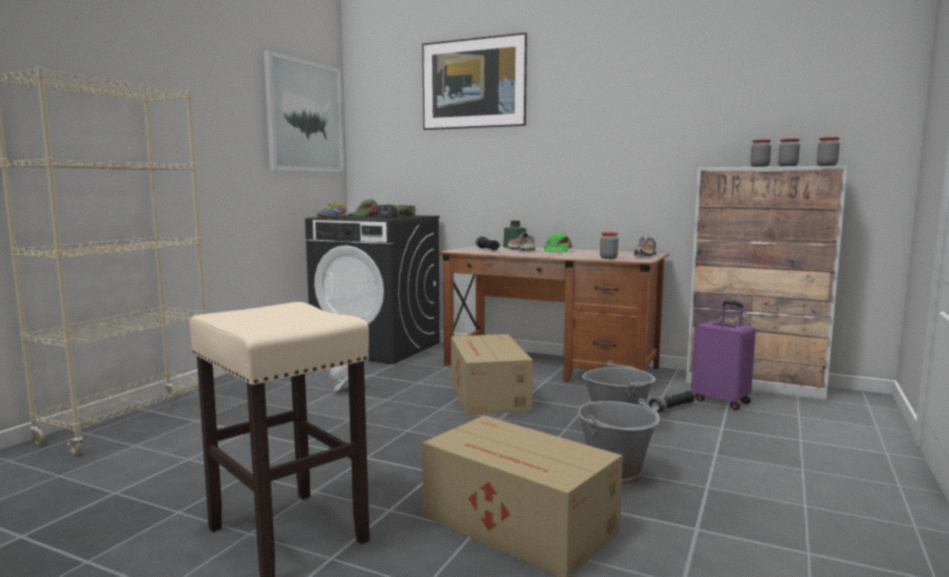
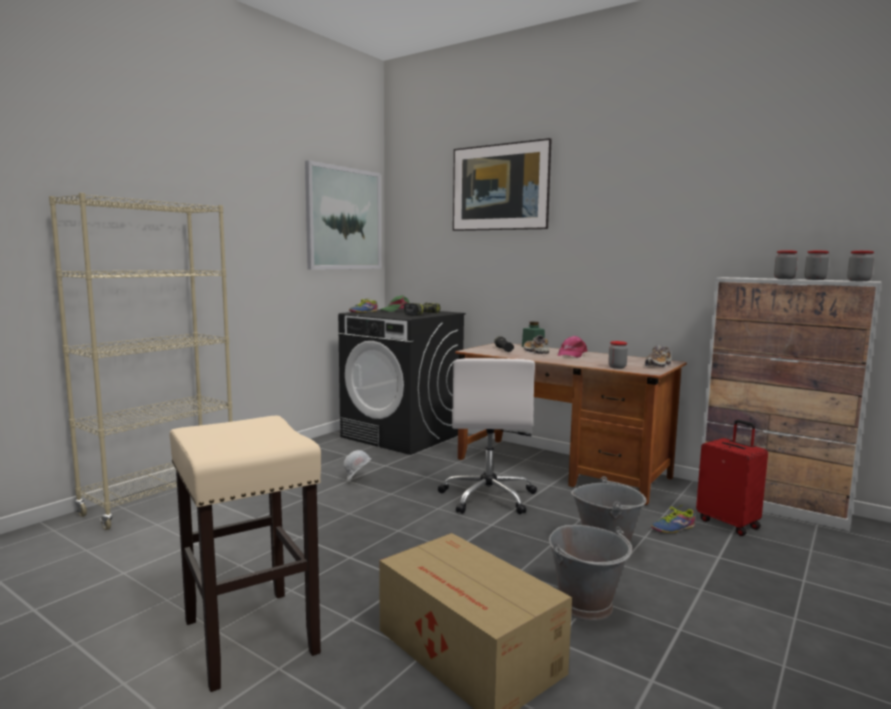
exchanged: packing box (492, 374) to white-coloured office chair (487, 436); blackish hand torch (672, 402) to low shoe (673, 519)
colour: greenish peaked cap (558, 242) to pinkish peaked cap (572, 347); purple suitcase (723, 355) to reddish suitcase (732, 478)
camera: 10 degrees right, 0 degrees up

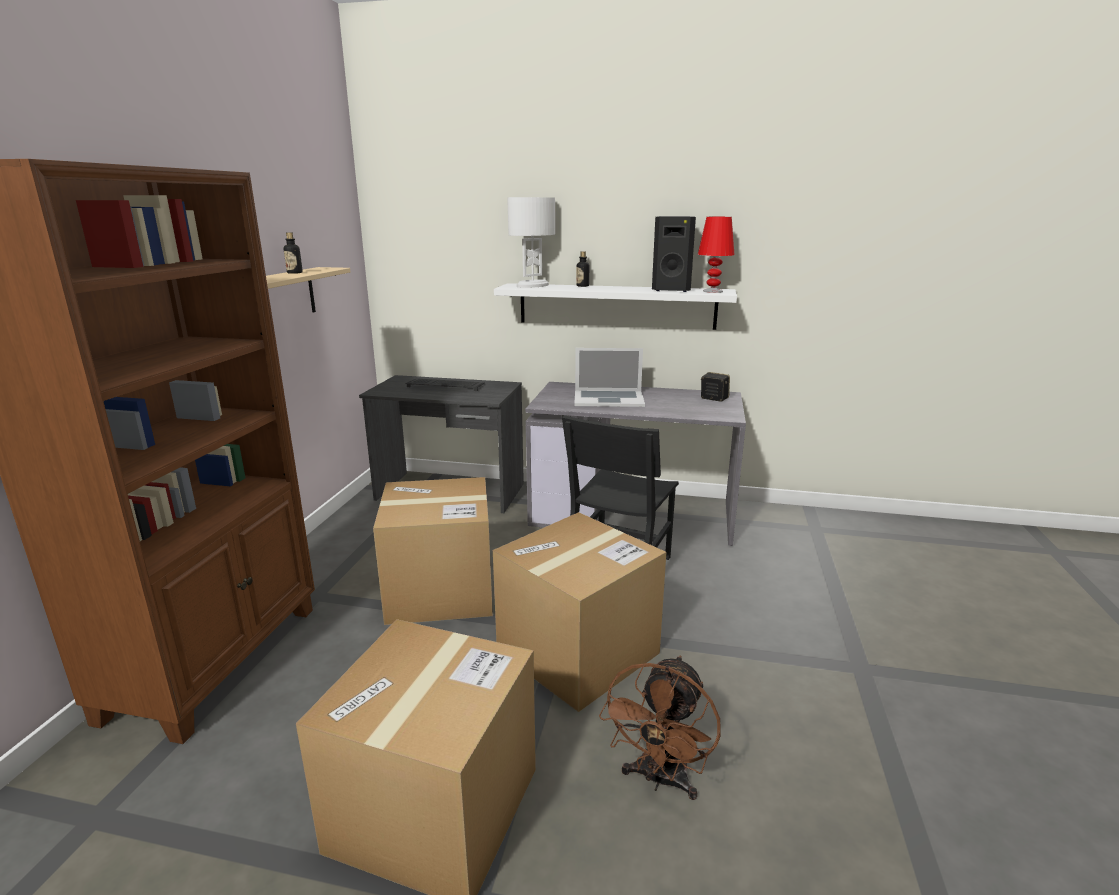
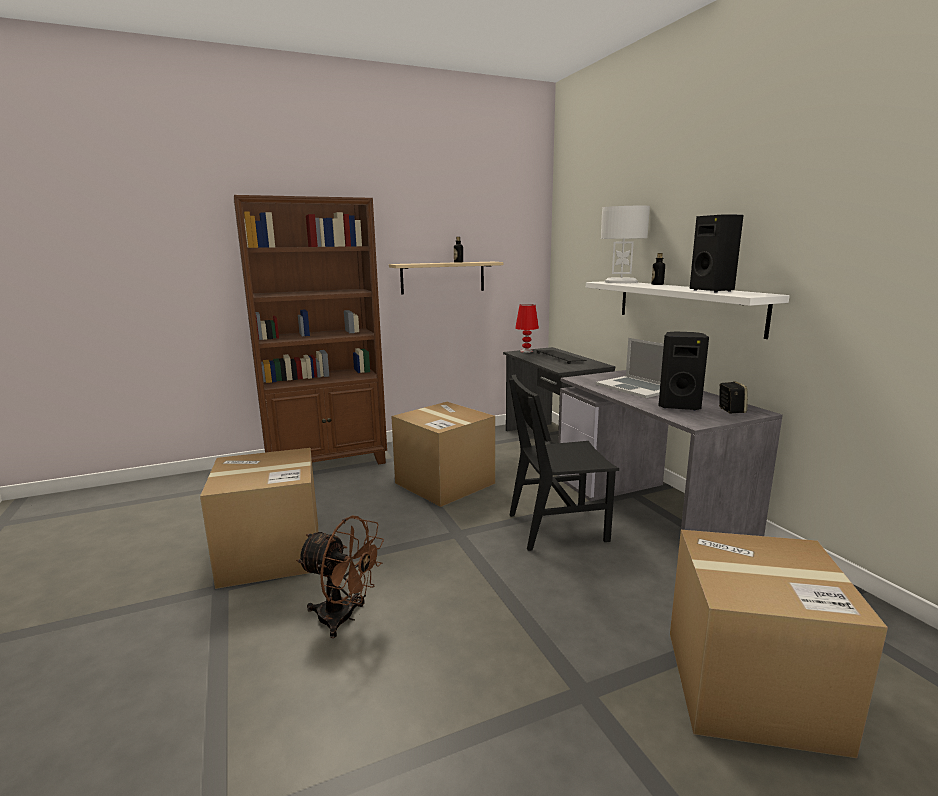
appeared: blackish audio speaker (683, 371)
relocated: reddish tabletop lamp (716, 255) to (527, 328); packing box (580, 612) to (779, 644)
spun: brownish cooling fan (660, 728) = (340, 576) 150 degrees counterclockwise
camera: 55 degrees right, 5 degrees down

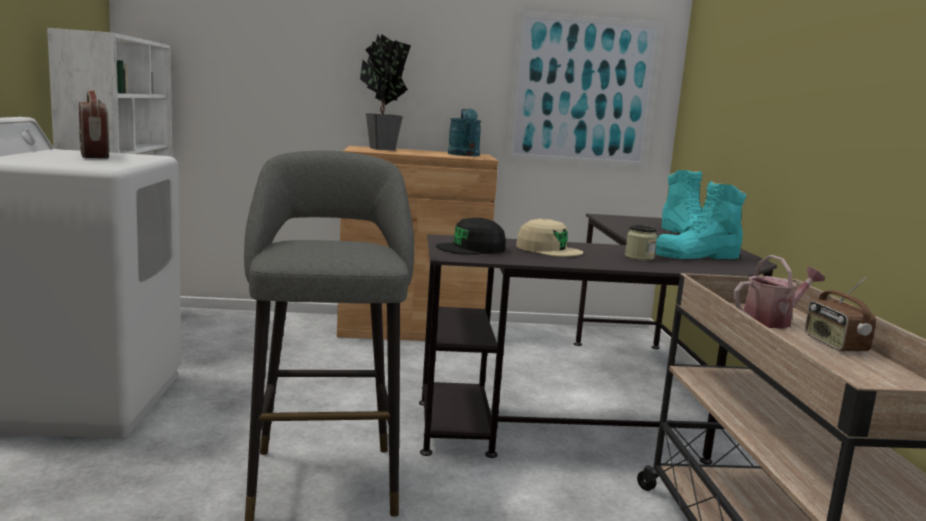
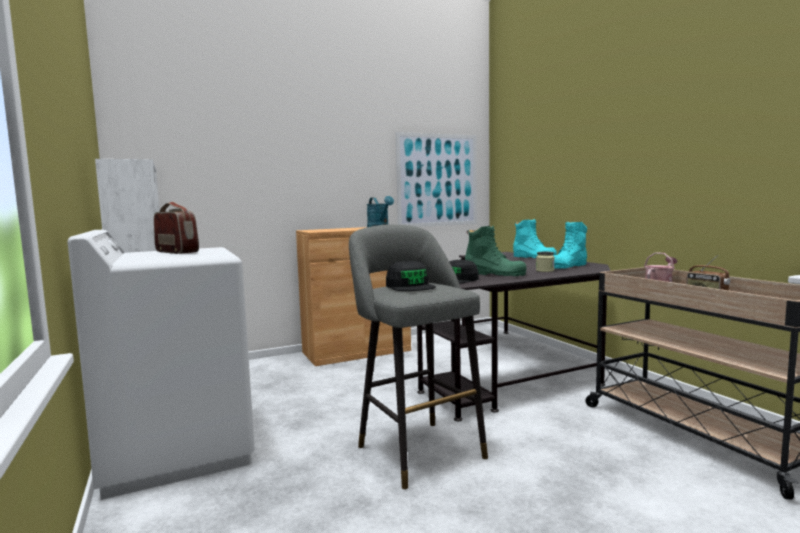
missing: plant in a pot (385, 92)
appeared: blackish peaked cap (411, 275)
exchanged: beige-coloured peaked cap (549, 238) to greenish high-top boot (496, 251)
camera: 20 degrees left, 5 degrees down

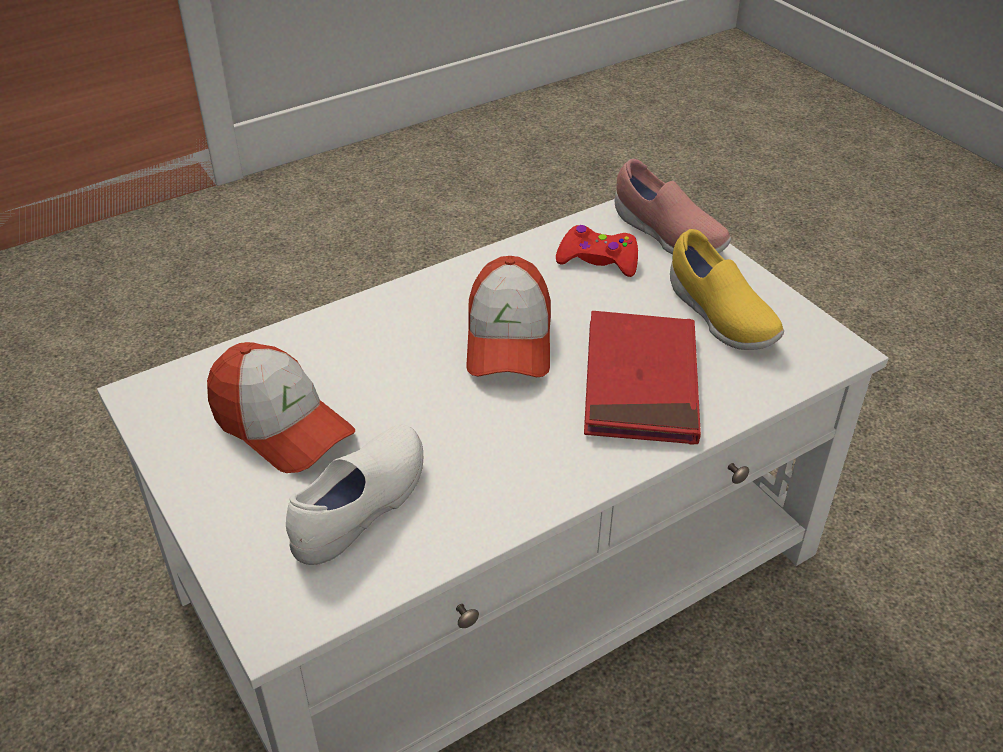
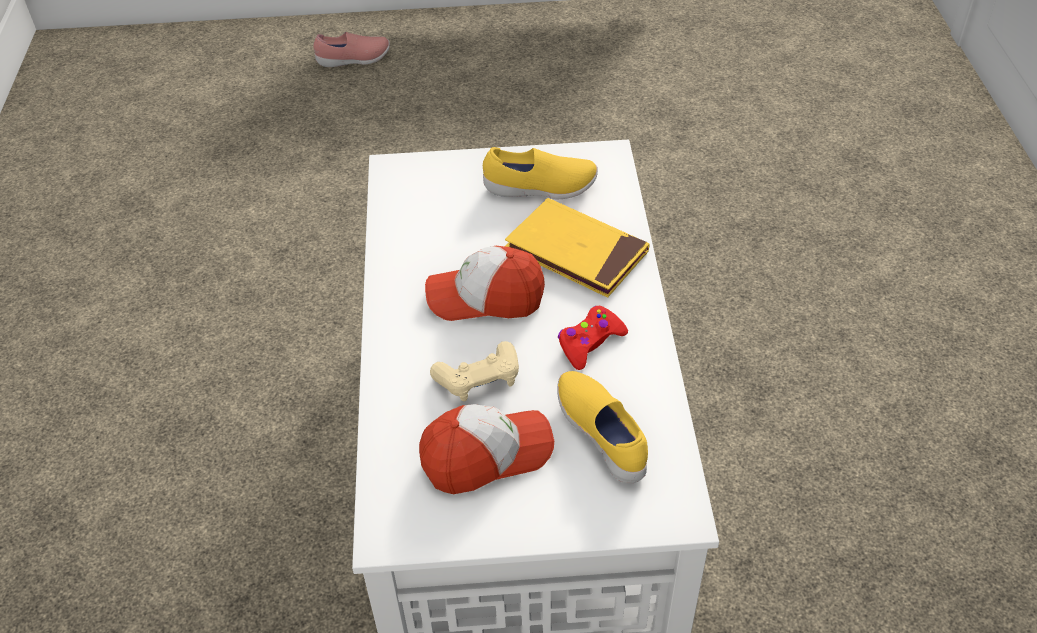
appeared: beige-coloured joypad (474, 371)
relocated: pinkish low shoe (673, 207) to (351, 49); reddish joypad (597, 251) to (593, 338)
colour: reddish bound book (642, 378) to yellow bound book (577, 247); white-coloured low shoe (354, 494) to yellow low shoe (602, 427)
spun: peaked cap (508, 316) = (485, 283) 150 degrees clockwise
camera: 60 degrees left, 5 degrees up

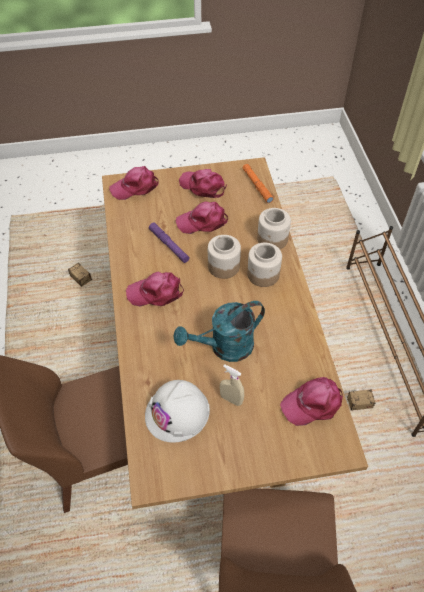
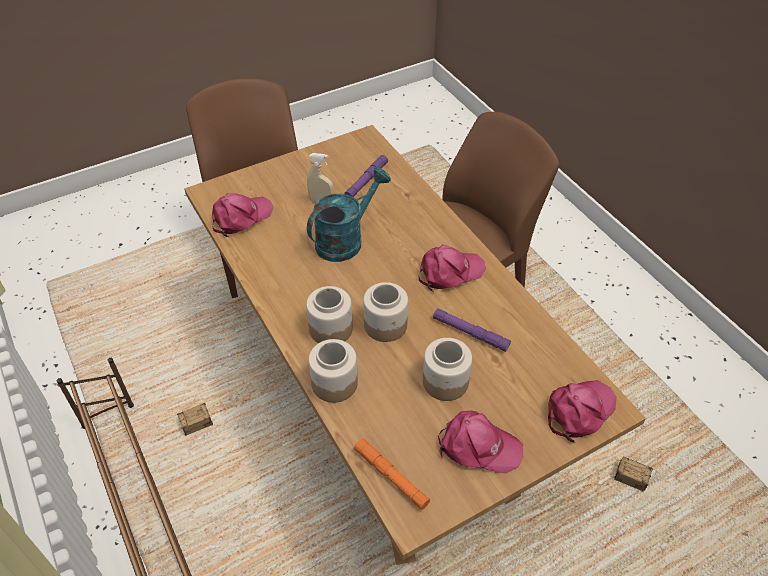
exchanged: pinkish peaked cap (202, 217) to storage jar (447, 369); white-coloured safety helmet (177, 411) to purple hand torch (366, 176)
camera: 160 degrees right, 5 degrees down

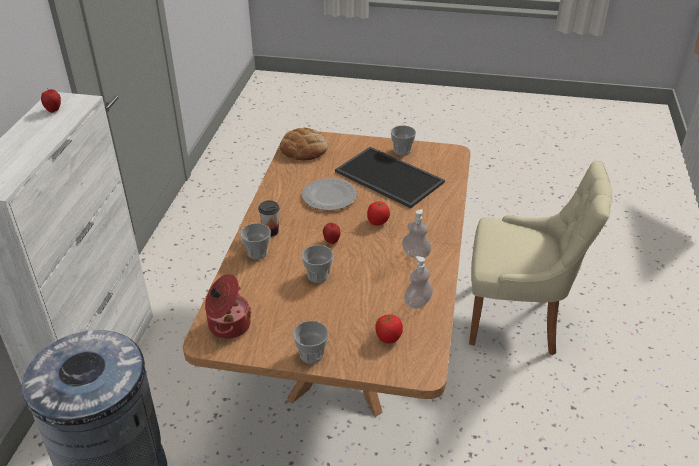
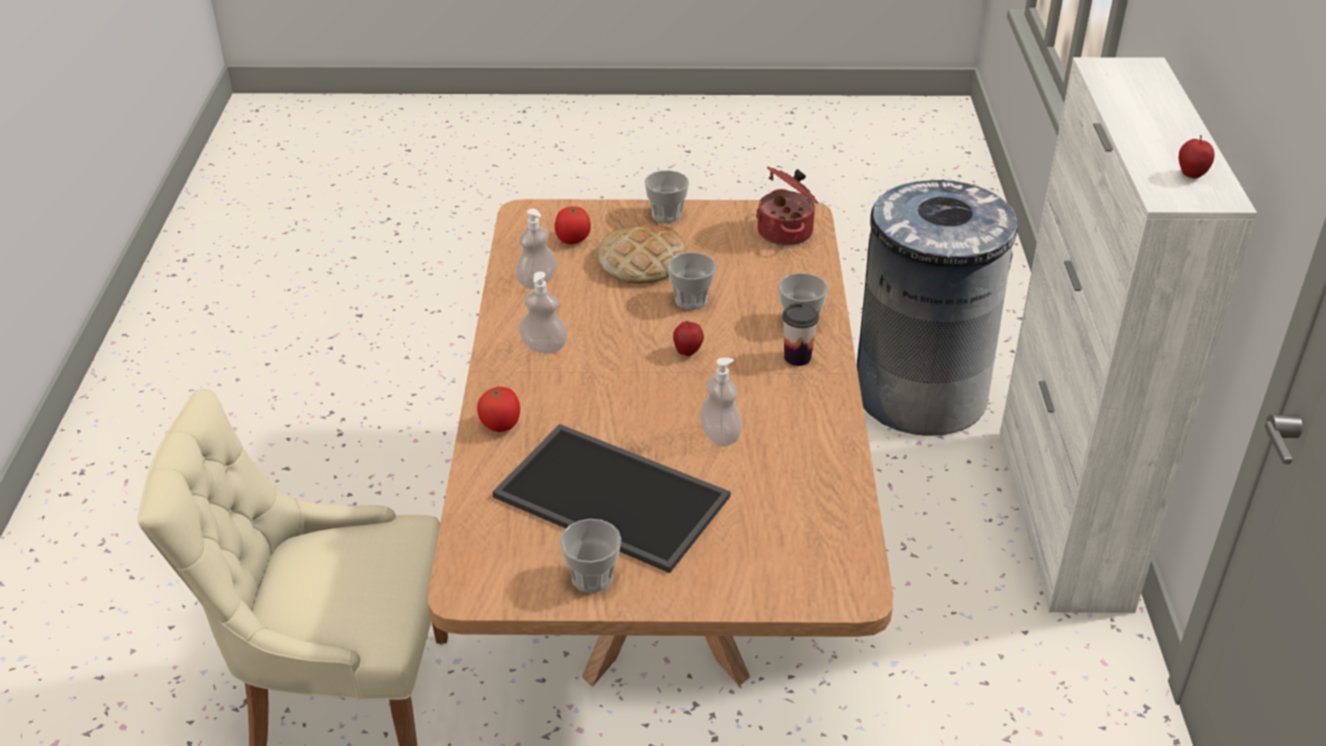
relocated: bread (304, 144) to (641, 254); tomato (378, 213) to (498, 408)
exchanged: flat dish (329, 194) to liquid soap bottle (721, 402)
camera: 170 degrees right, 0 degrees up

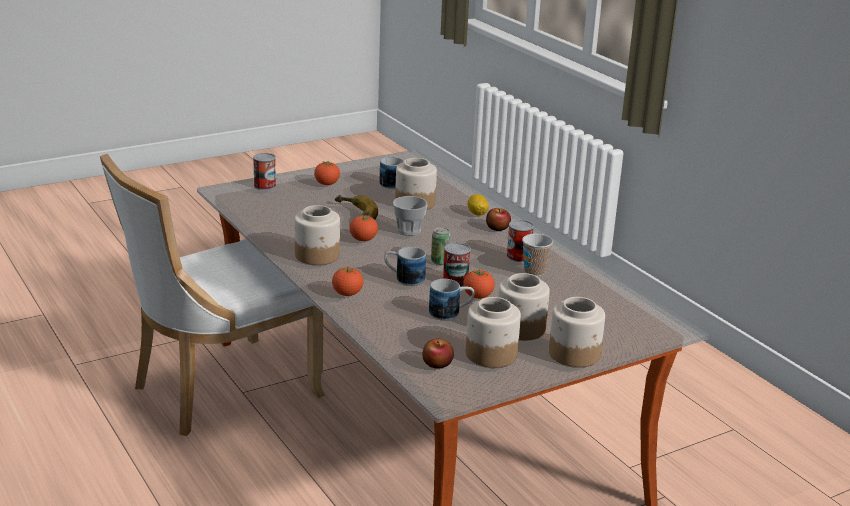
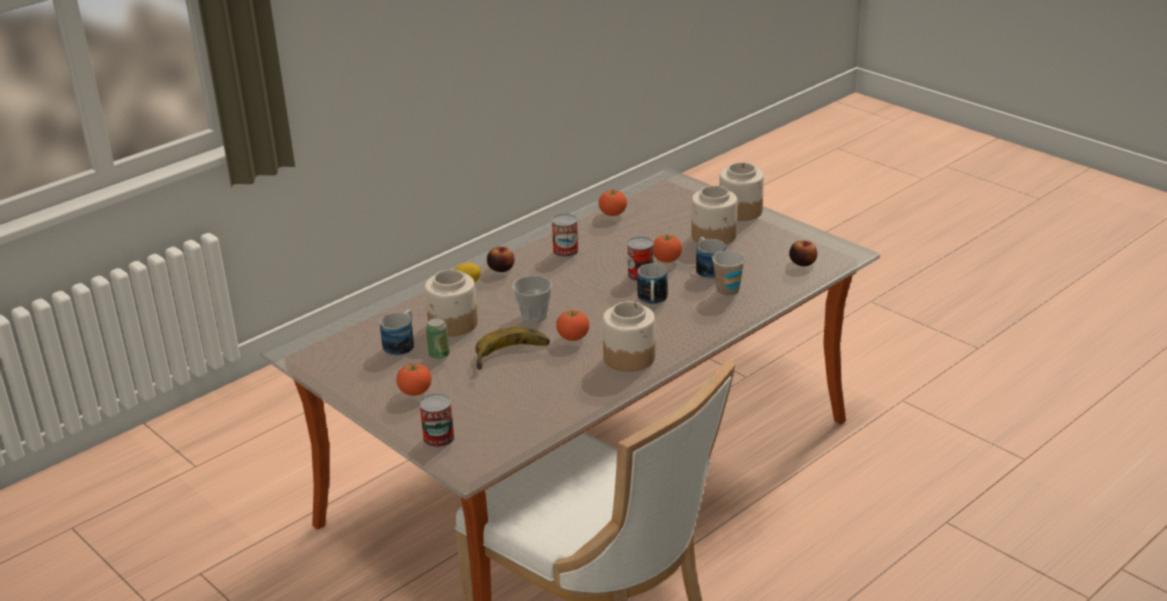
missing: storage jar (493, 332)
relocated: metal can (440, 246) to (438, 338); small cup (537, 255) to (728, 273); tomato (347, 281) to (613, 202)
camera: 100 degrees left, 5 degrees up

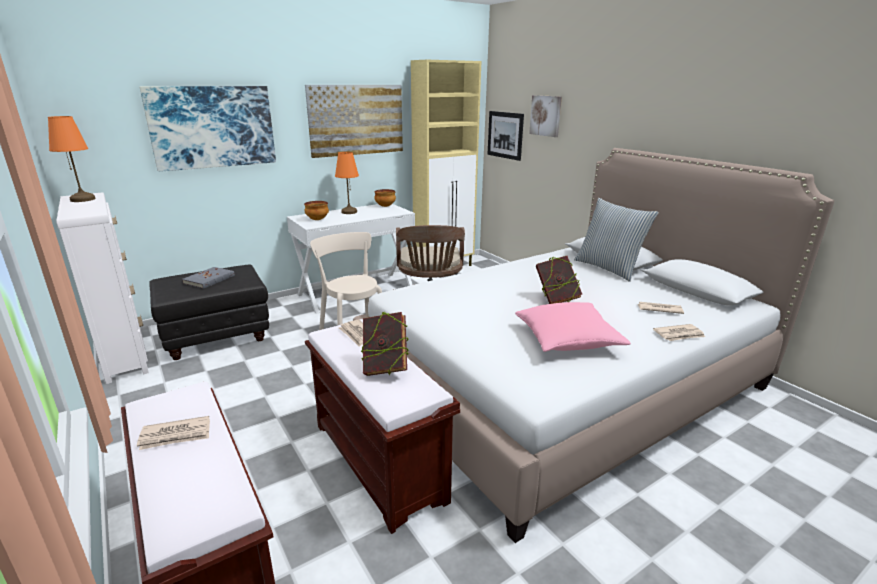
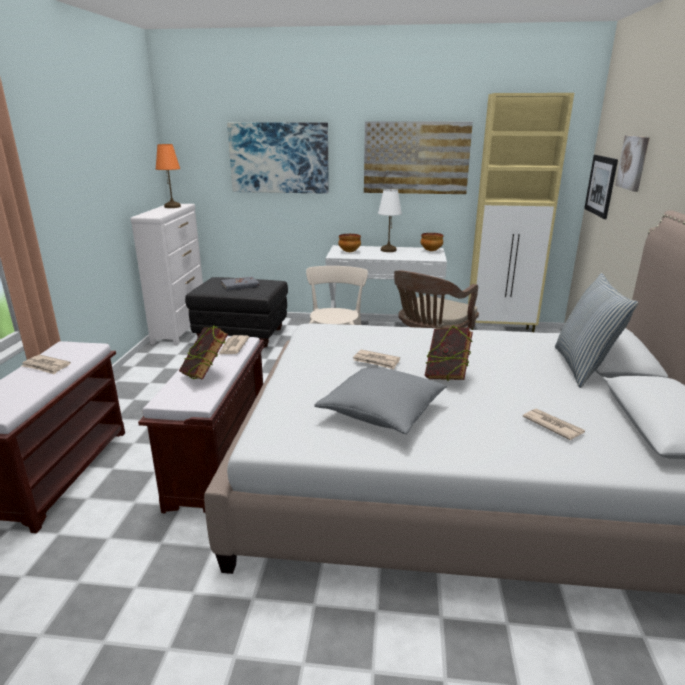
relocated: printed paper (679, 332) to (376, 359)
colour: orange tabletop lamp (347, 183) to white-coloured tabletop lamp (390, 220); pinkish pillow (573, 327) to grey pillow (381, 401)
camera: 40 degrees right, 0 degrees up

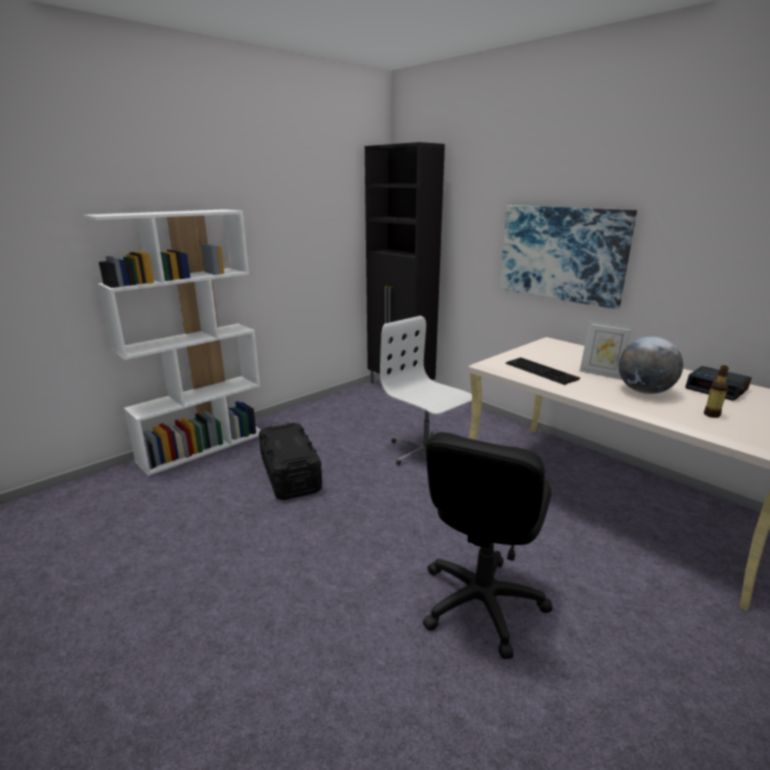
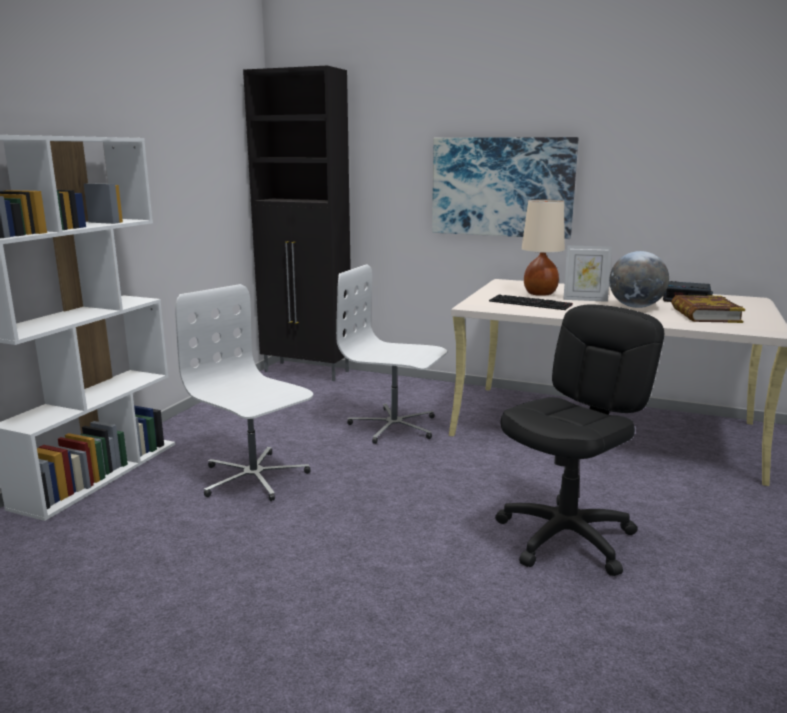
appeared: beige-coloured tabletop lamp (543, 248)
exchanged: bottle (716, 391) to bound book (708, 309); blackish storage bin (290, 461) to white-coloured office chair (244, 392)
spun: blackish office chair (488, 545) = (579, 440) 135 degrees counterclockwise
camera: 25 degrees left, 5 degrees down

